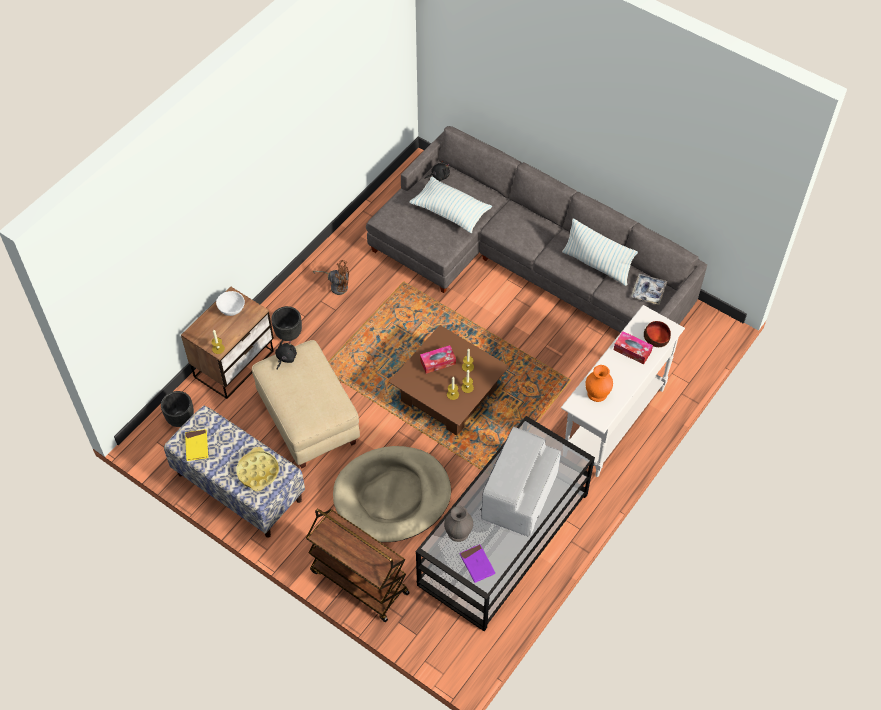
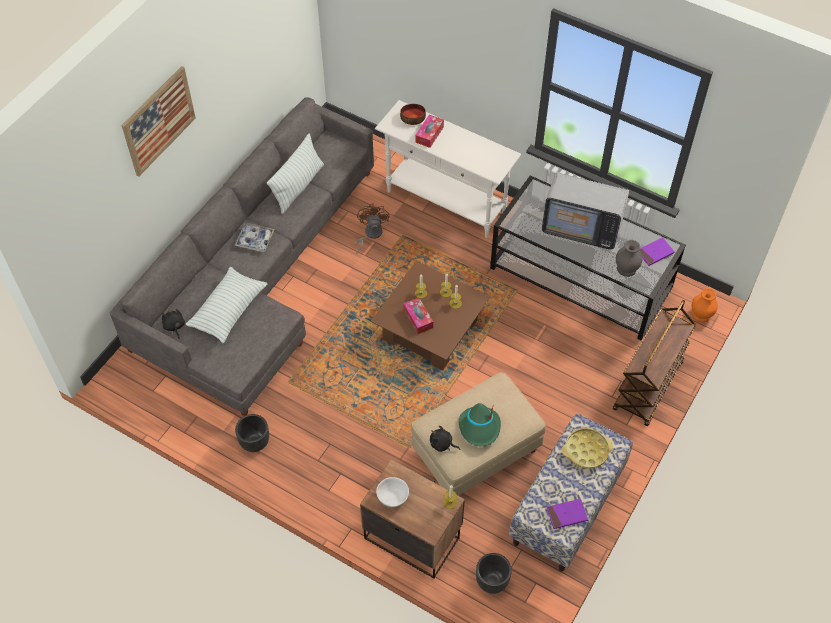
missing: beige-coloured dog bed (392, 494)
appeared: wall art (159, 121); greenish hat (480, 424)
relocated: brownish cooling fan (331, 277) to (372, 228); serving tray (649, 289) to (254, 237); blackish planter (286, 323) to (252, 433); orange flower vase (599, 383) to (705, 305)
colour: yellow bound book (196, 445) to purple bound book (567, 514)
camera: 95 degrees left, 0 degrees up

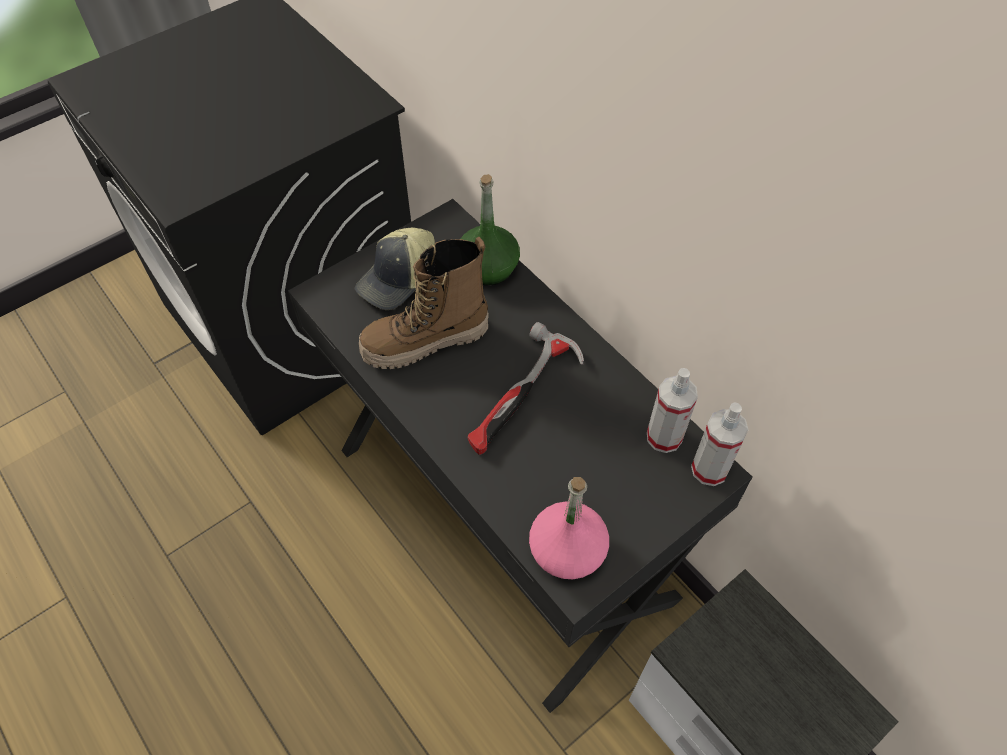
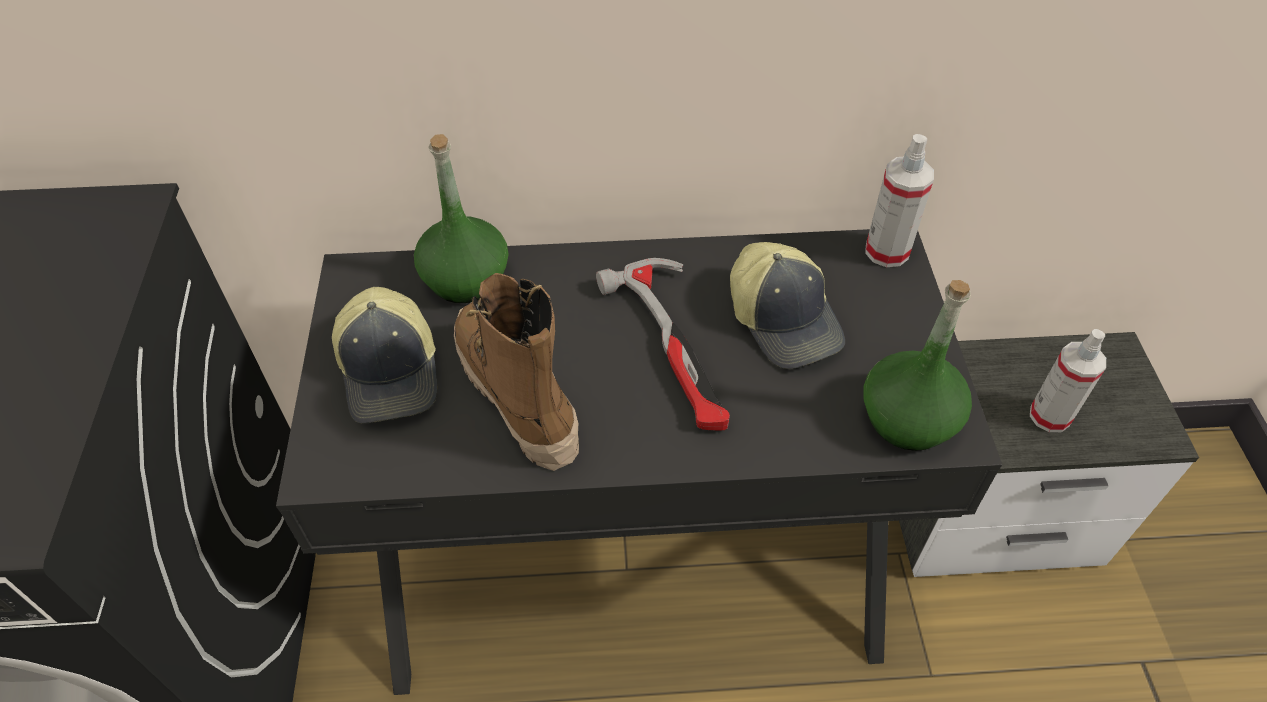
appeared: peaked cap (787, 305)
relocated: sprayer (672, 410) to (1068, 380)
colour: pinkish bottle (569, 528) to greenish bottle (917, 365)
spun: high-top boot (423, 303) = (516, 372) 135 degrees clockwise
camera: 55 degrees left, 5 degrees down

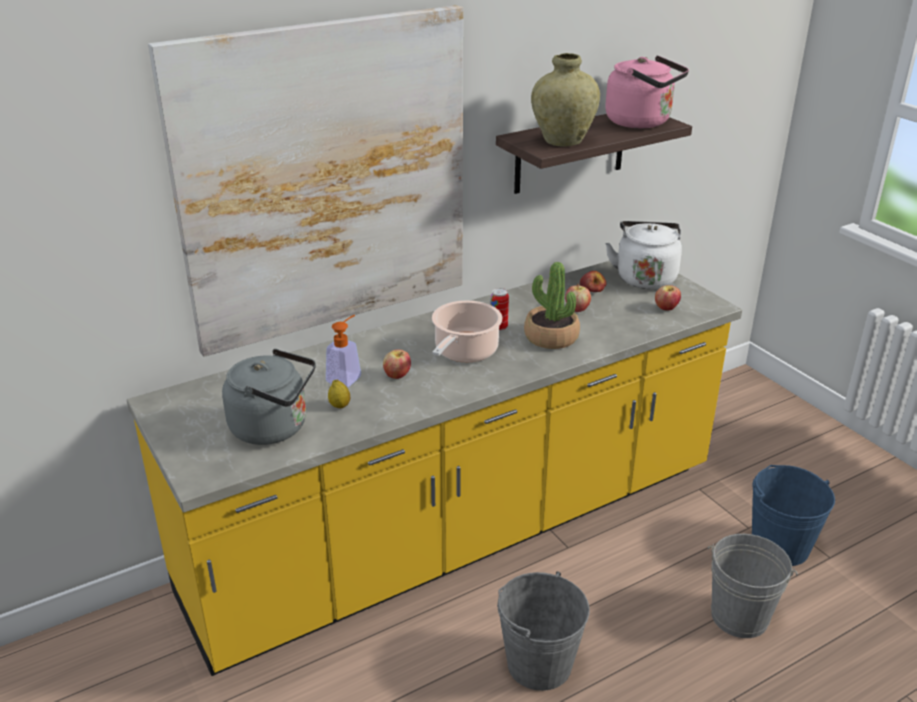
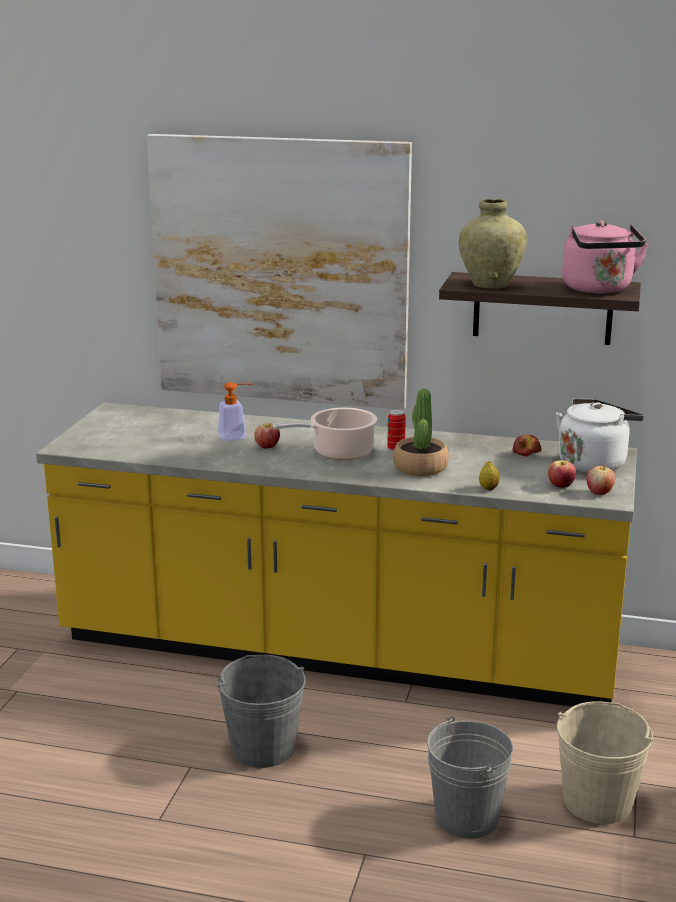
missing: grey tea kettle (269, 397)
relocated: whole apple (578, 298) to (601, 479); whole lemon (339, 394) to (489, 476)
colour: blue water bucket (793, 515) to beige-coloured water bucket (605, 762)
camera: 45 degrees right, 10 degrees down

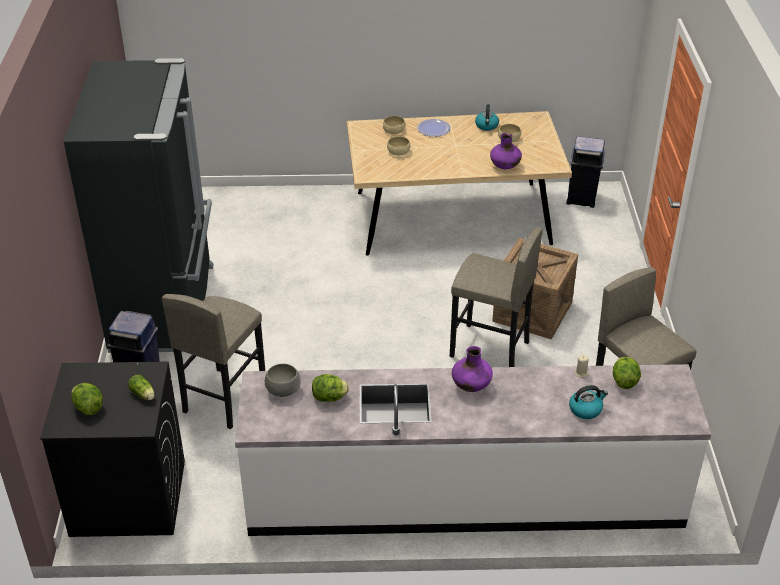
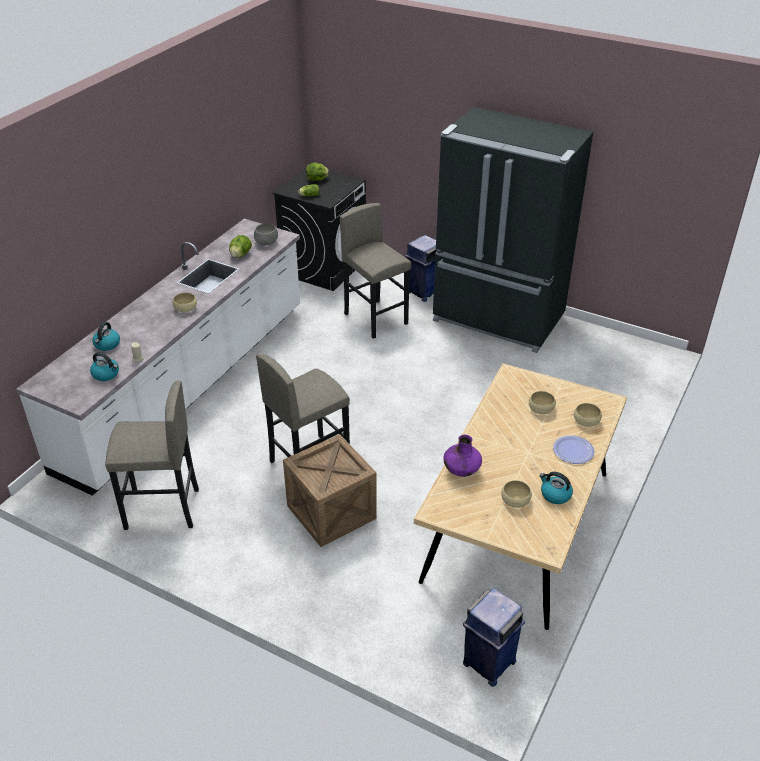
exchanged: purple flower vase (472, 369) to beige-coloured bowl (185, 302); head of lettuce (627, 373) to tea kettle (104, 366)
camera: 120 degrees right, 0 degrees up

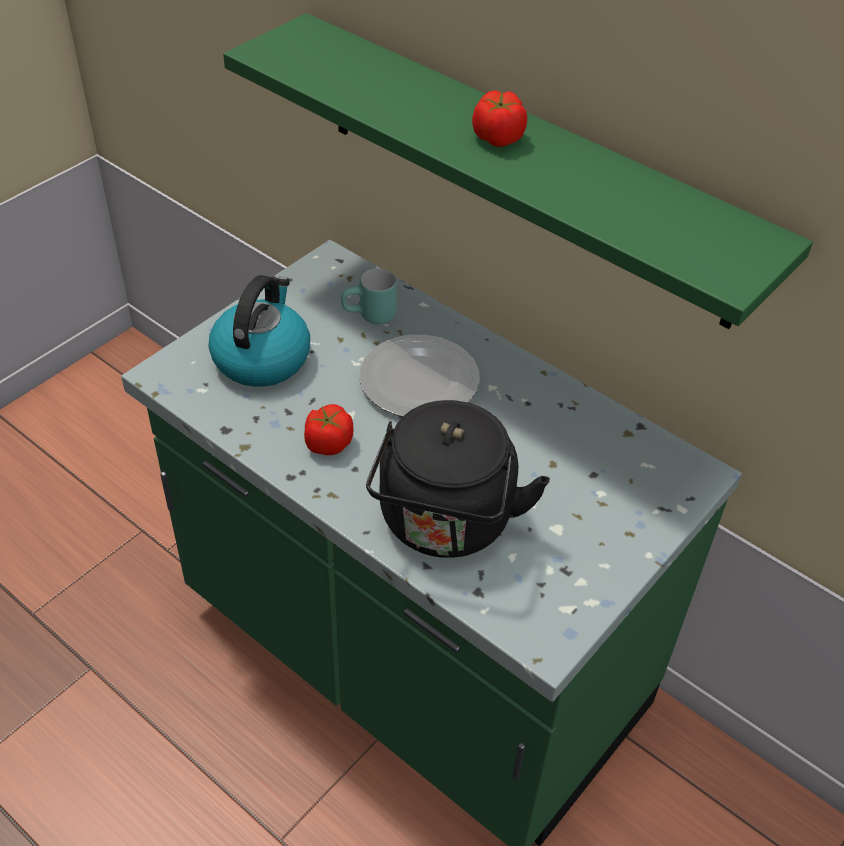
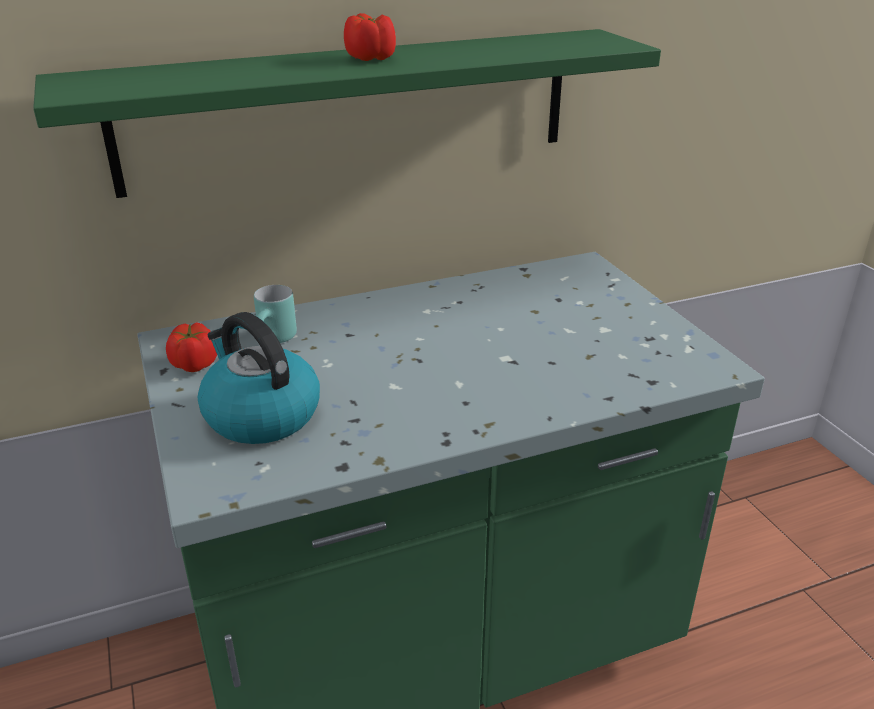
missing: flat dish (419, 376); blackish tea kettle (458, 479)
relocated: tomato (328, 430) to (191, 347)
camera: 60 degrees left, 15 degrees down

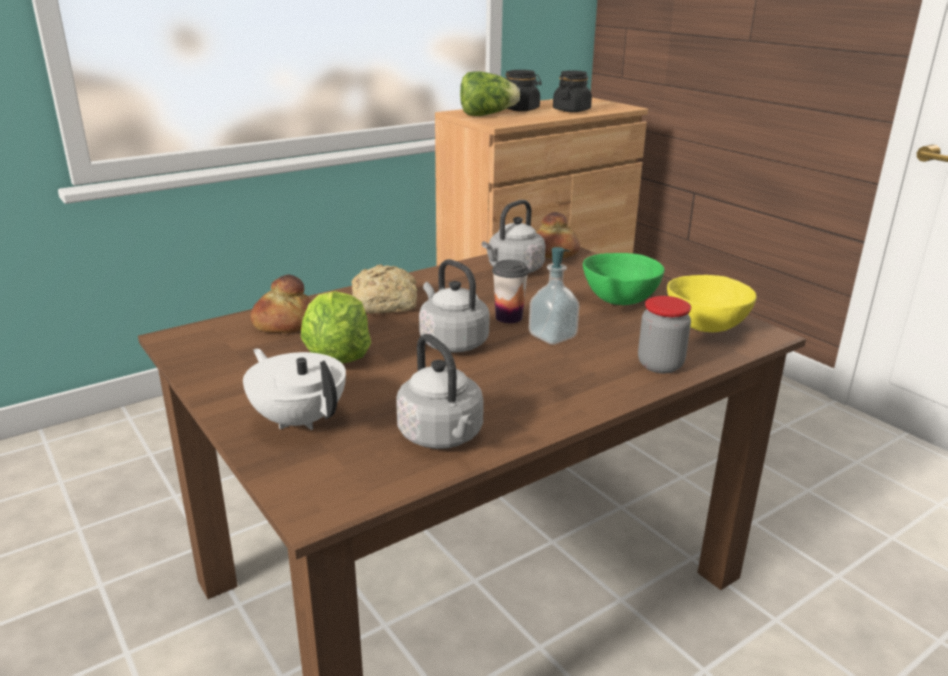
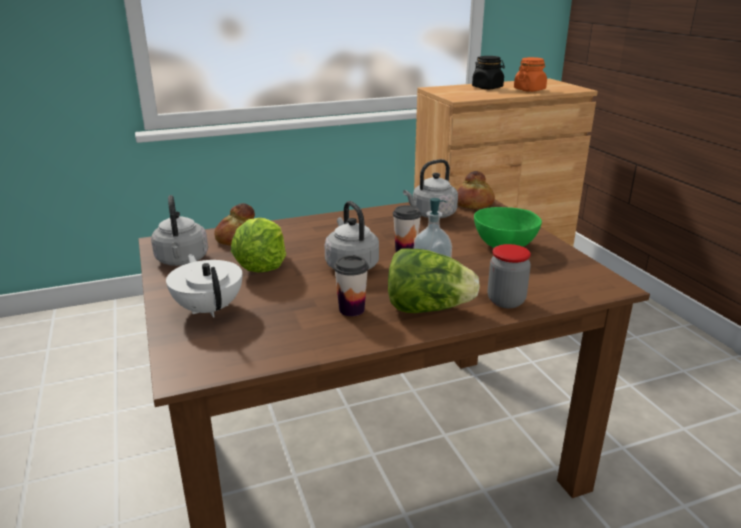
missing: bread (384, 289); yellow bowl (712, 303)
appeared: small cup (351, 285)
relocated: head of lettuce (490, 93) to (434, 280); grey tea kettle (440, 391) to (179, 230)
colour: blackish storage jar (572, 91) to orange storage jar (530, 74)
camera: 15 degrees right, 0 degrees up

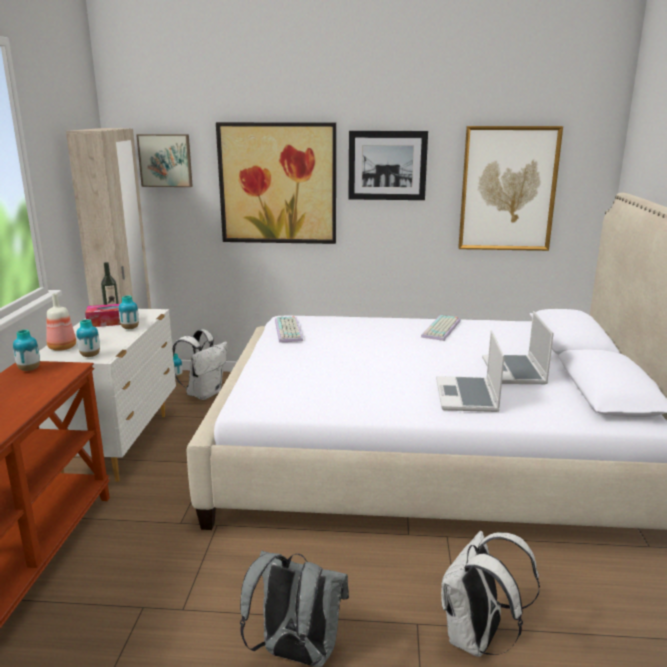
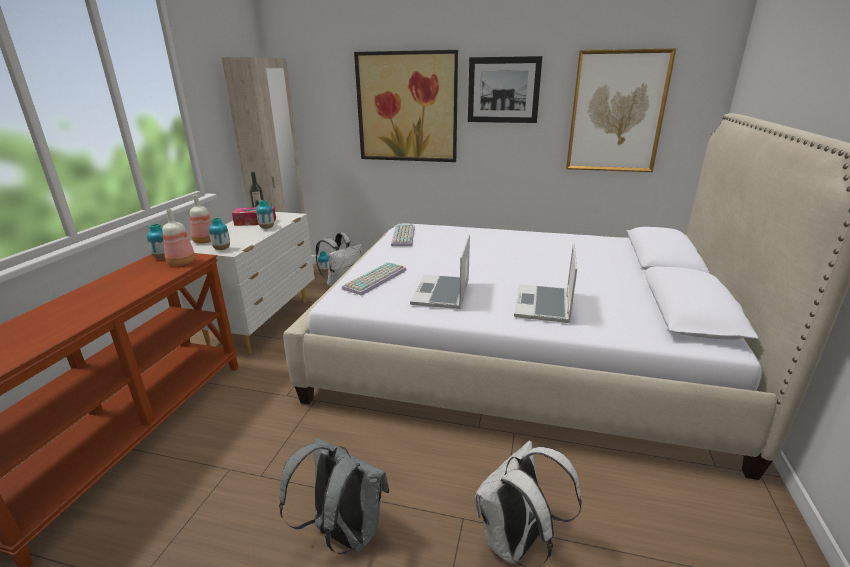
missing: wall art (164, 160)
appeared: bottle (178, 237)
relocated: notebook computer (518, 347) to (440, 271); keyboard (441, 328) to (374, 279)
camera: 10 degrees right, 5 degrees up

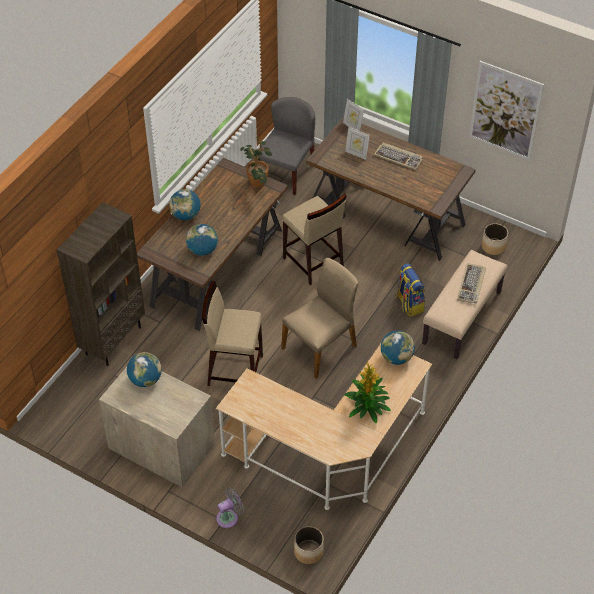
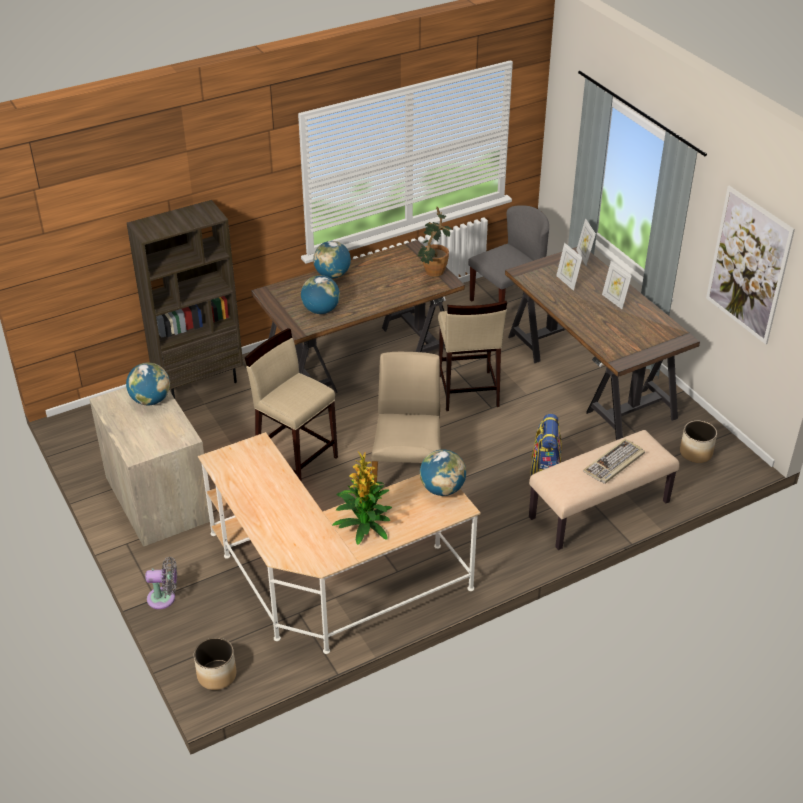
exchanged: keyboard (398, 156) to standing frame (617, 285)
spun: beige-coloured plain chair (319, 318) = (406, 417) 75 degrees counterclockwise
camera: 30 degrees right, 10 degrees down

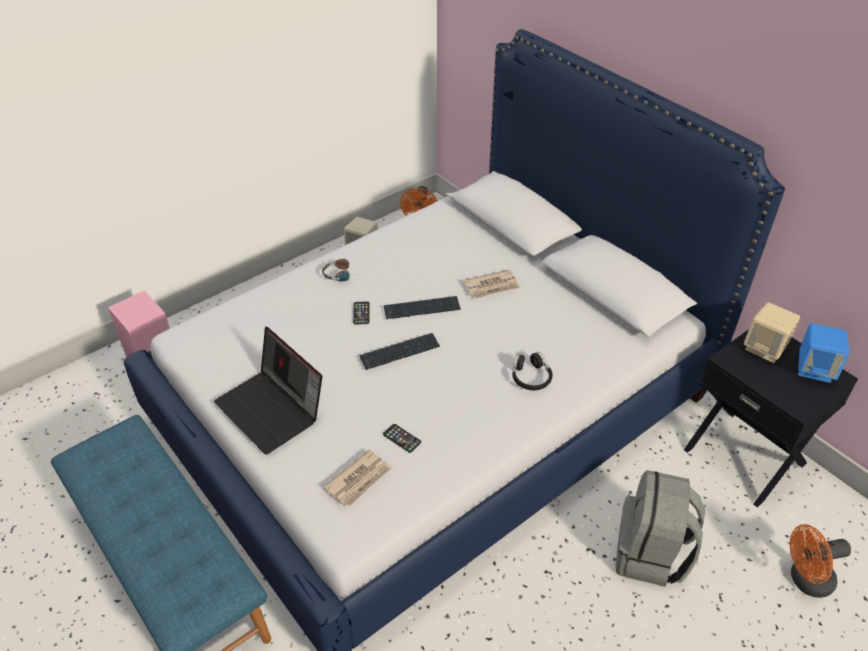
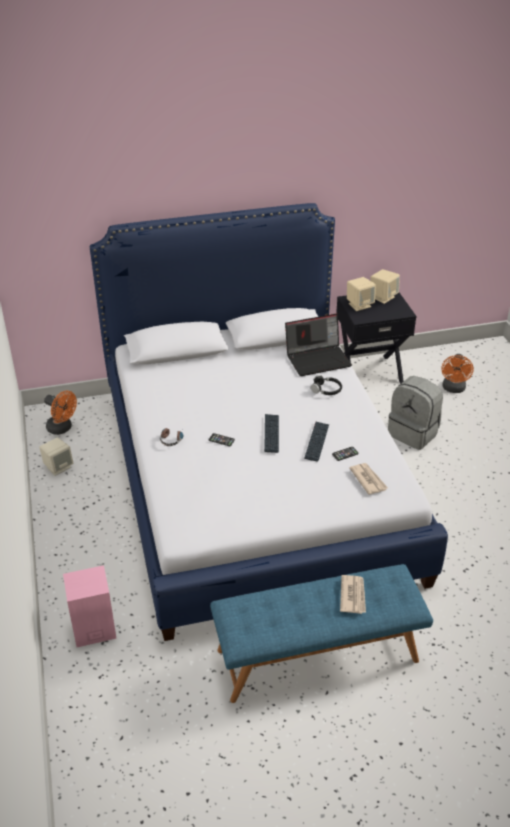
relocated: printed paper (492, 284) to (353, 594); keyboard (422, 307) to (316, 442); notebook computer (268, 391) to (318, 345)
colour: blue audio speaker (824, 353) to beige-coloured audio speaker (385, 286)
camera: 65 degrees left, 5 degrees down

